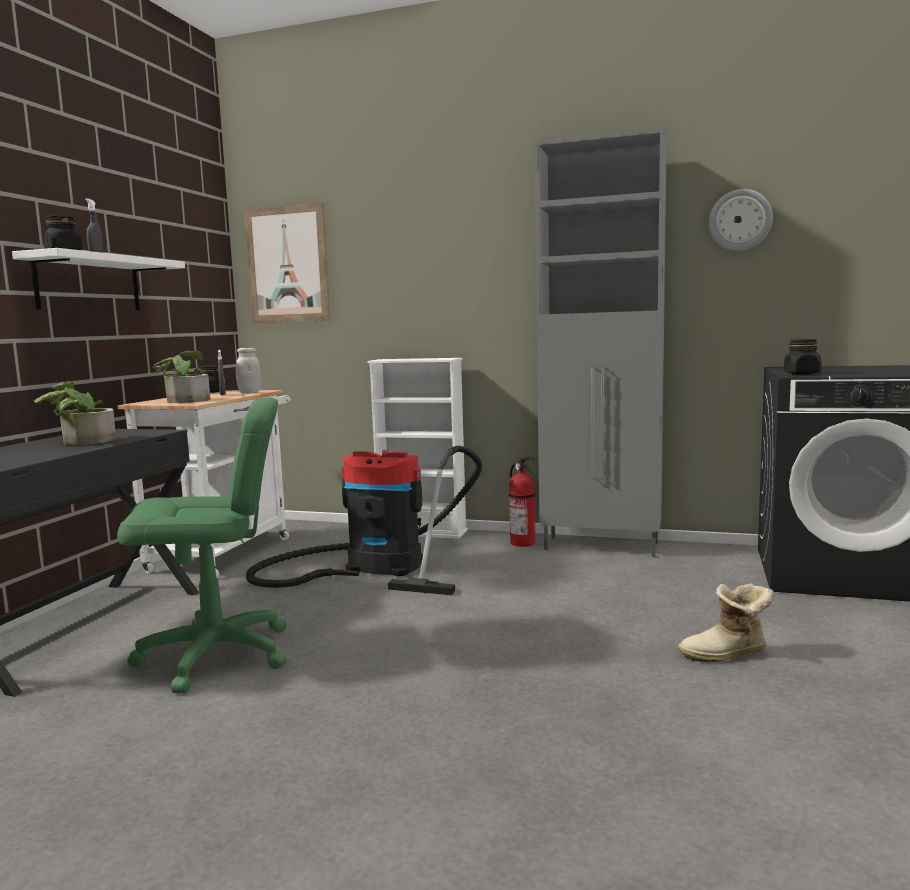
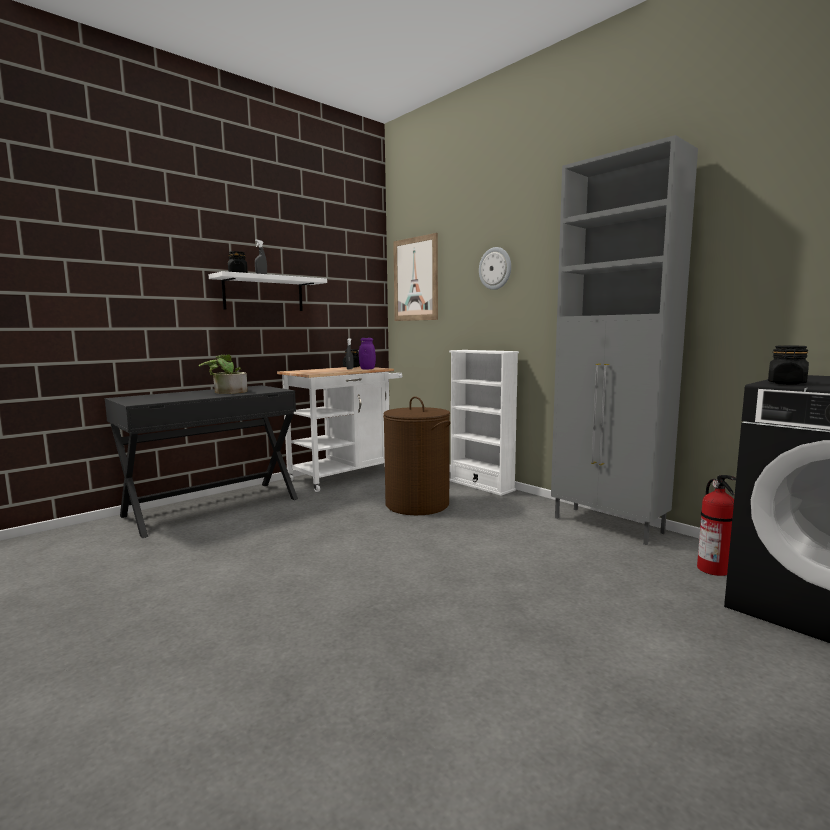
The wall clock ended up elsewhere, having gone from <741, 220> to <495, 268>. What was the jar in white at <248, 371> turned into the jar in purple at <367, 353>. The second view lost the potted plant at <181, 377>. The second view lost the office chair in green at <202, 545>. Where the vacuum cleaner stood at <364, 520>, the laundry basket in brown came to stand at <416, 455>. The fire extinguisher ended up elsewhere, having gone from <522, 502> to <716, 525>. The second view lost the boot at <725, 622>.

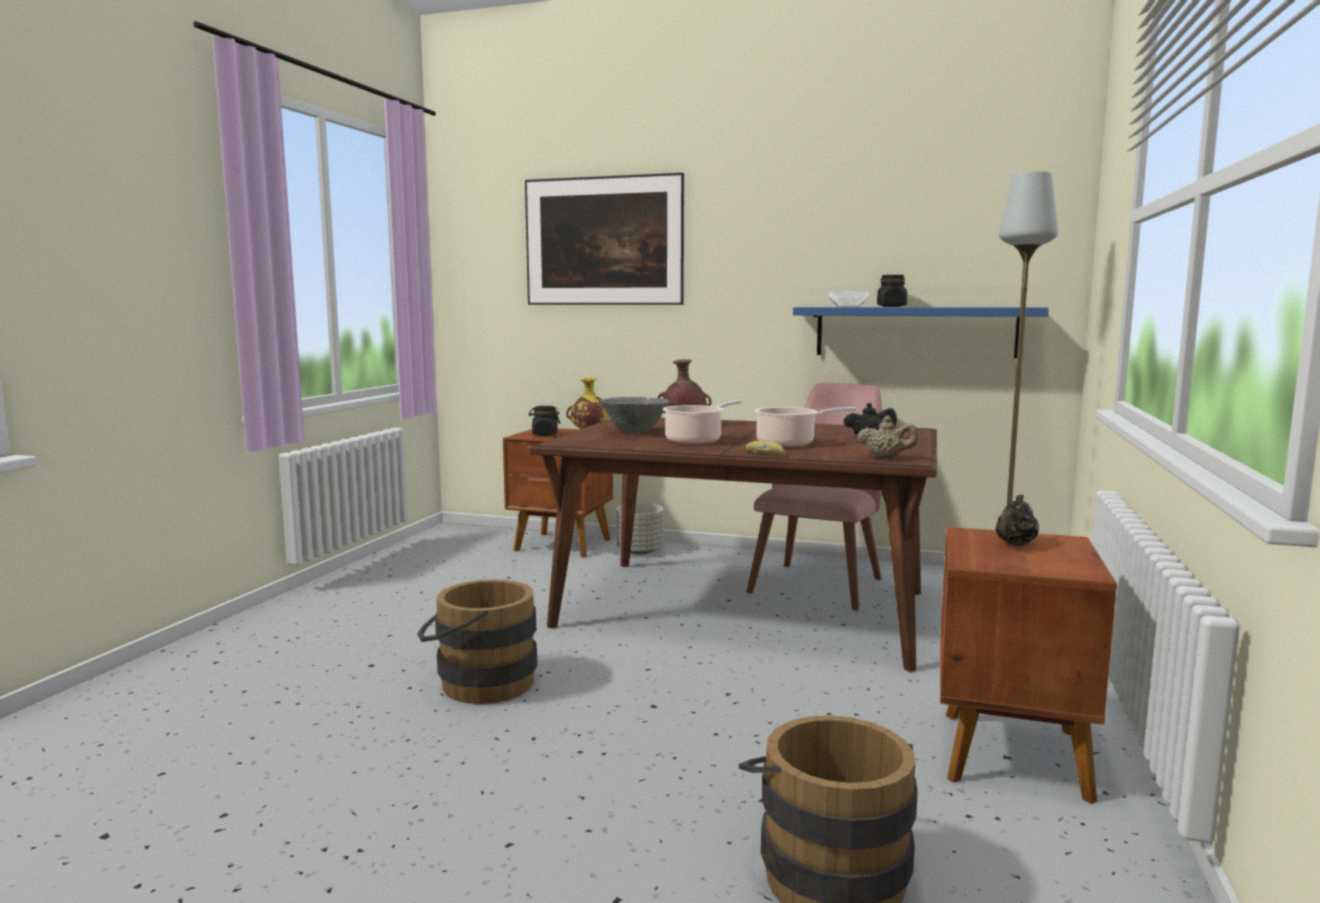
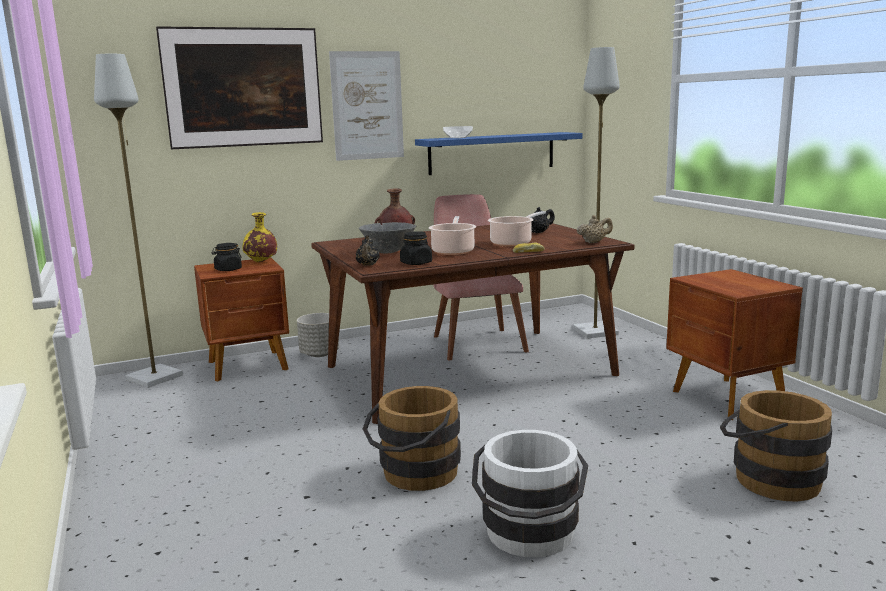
The jar in black ended up elsewhere, having gone from <892, 291> to <416, 248>. The teapot in black ended up elsewhere, having gone from <1017, 520> to <368, 250>. The second view gained the picture at <366, 106>. The second view gained the floor lamp in grey at <138, 221>. The second view gained the bucket in white at <530, 493>.

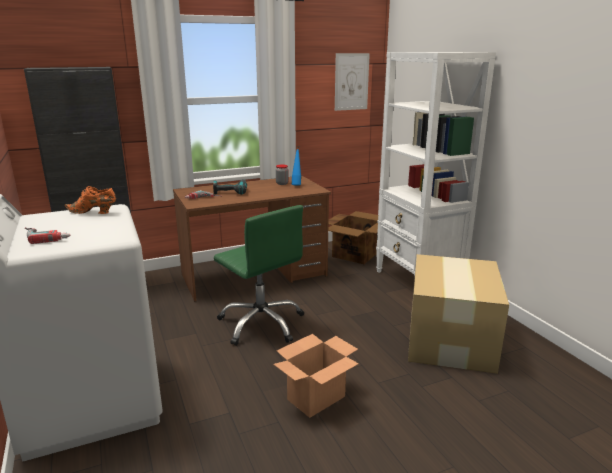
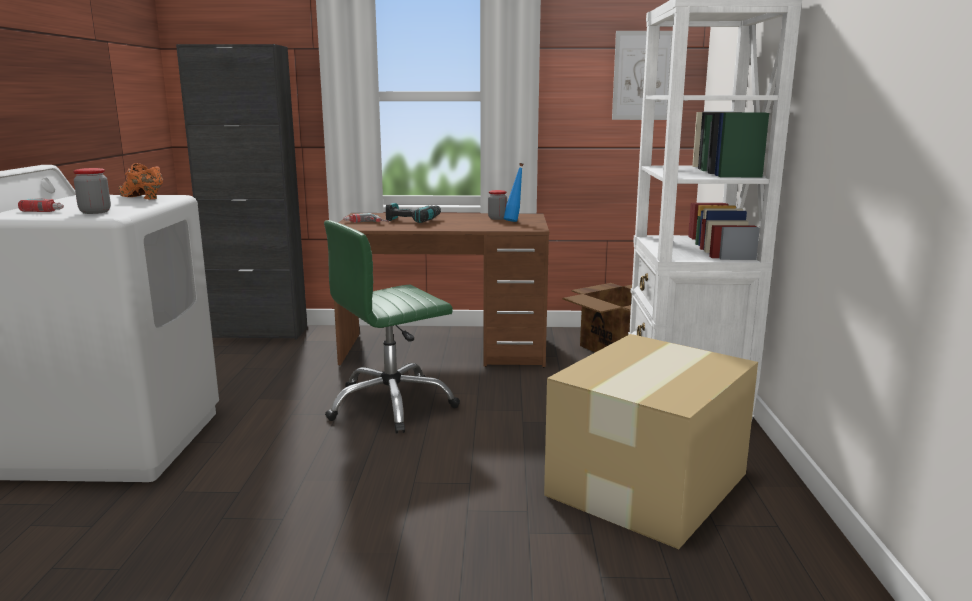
The office chair in green at <259, 275> ended up facing another way, 75 degrees clockwise from before. The second view lost the cardboard box at <316, 376>. The second view gained the jar at <92, 191>.

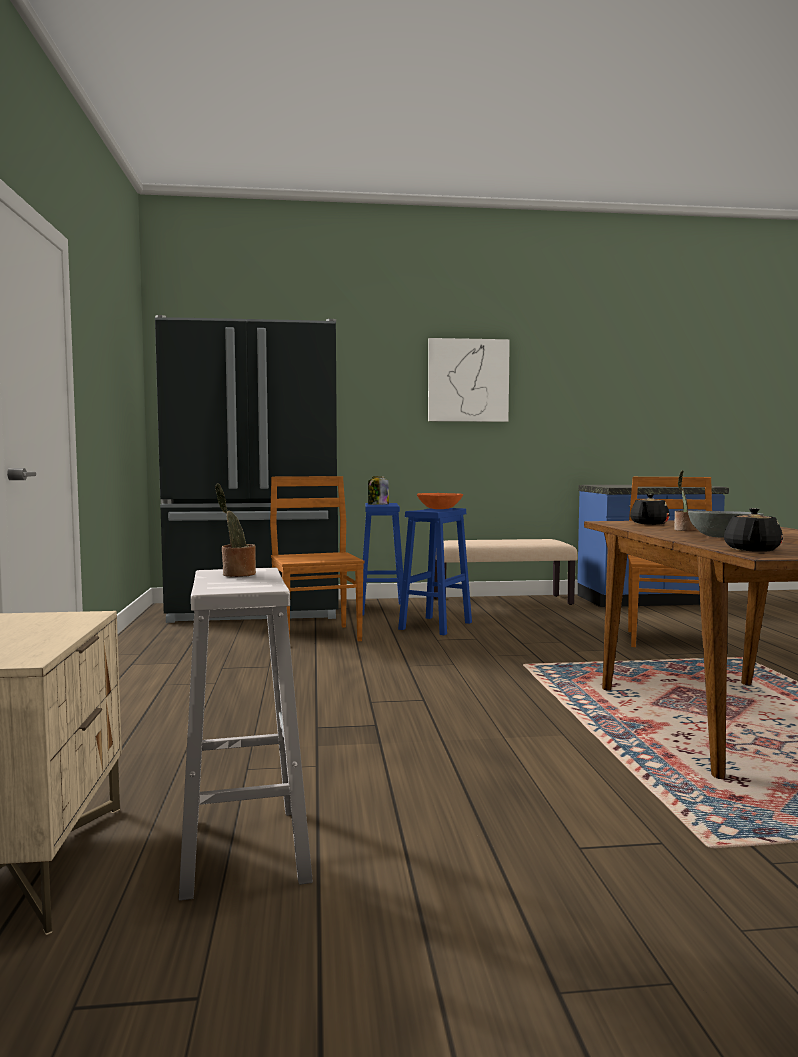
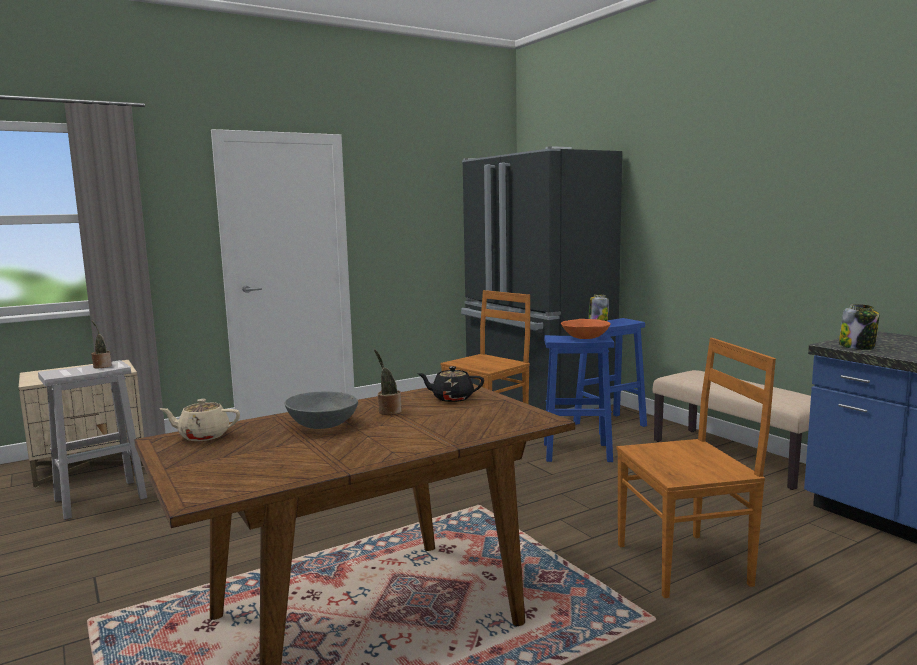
The second view lost the picture at <469, 380>. What was the teapot in black at <753, 530> turned into the teapot in beige at <200, 420>. The second view gained the jar at <859, 327>.

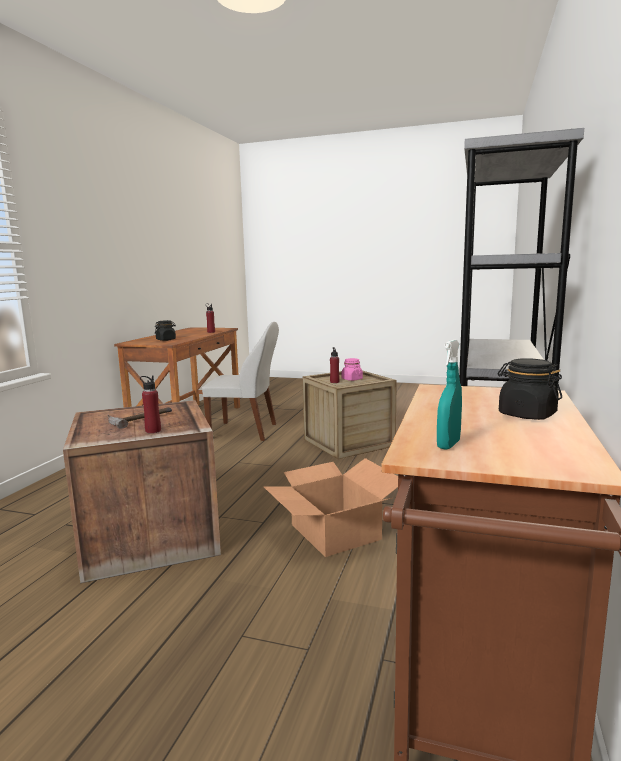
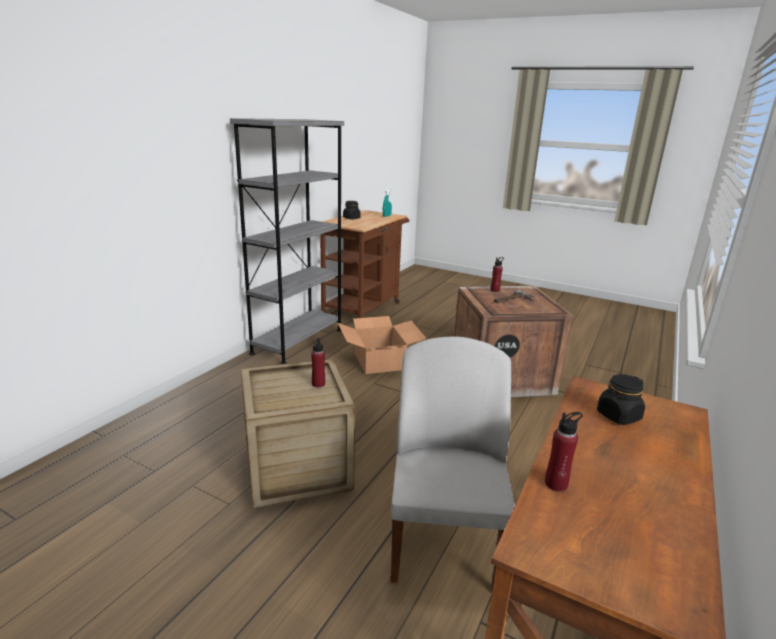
The chair in white at <240, 381> ended up facing another way, 75 degrees clockwise from before. The second view lost the jar in pink at <352, 369>.

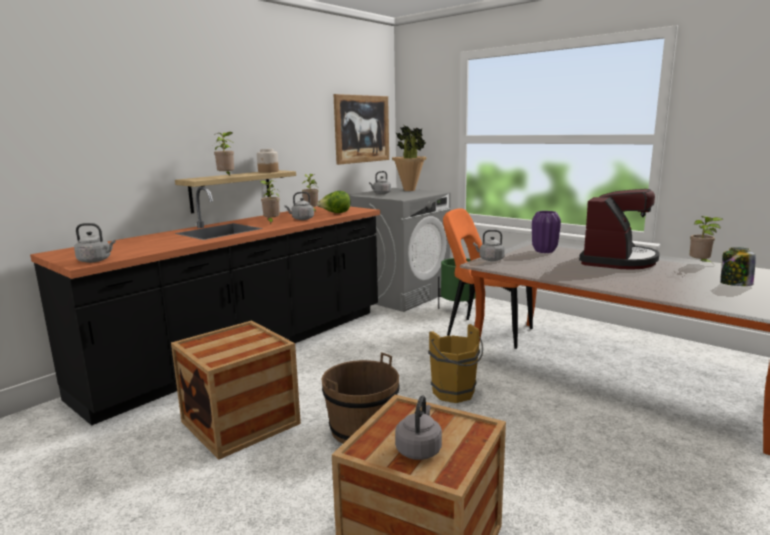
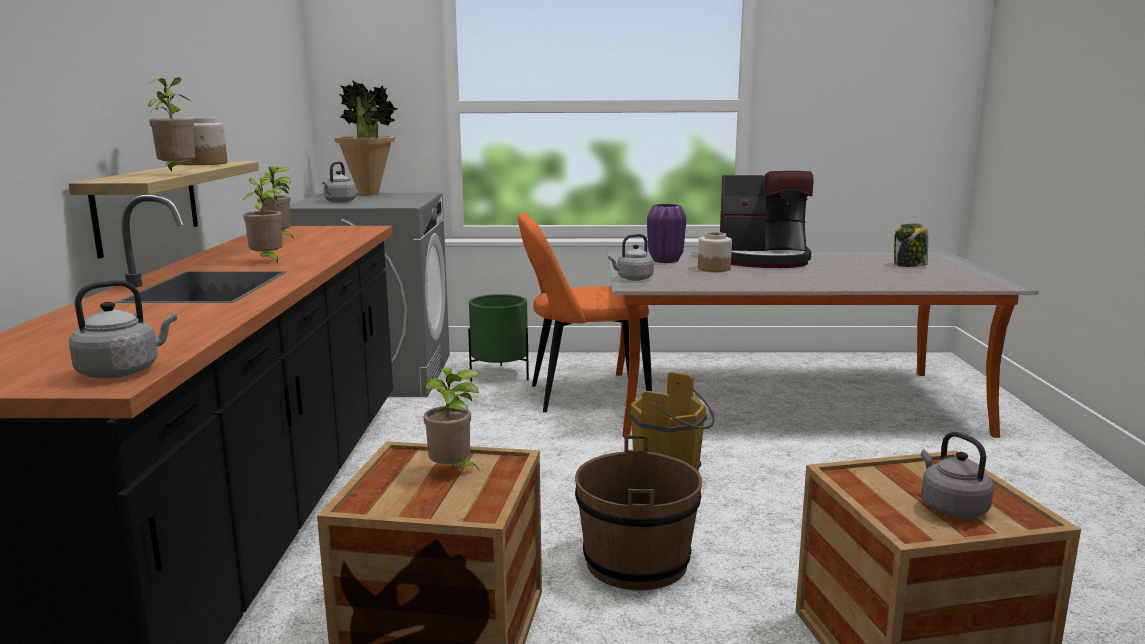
The second view lost the picture at <361, 129>. The coffee machine at <619, 229> ended up facing another way, 105 degrees clockwise from before. The second view lost the lettuce at <333, 202>. The second view lost the kettle in grey at <299, 206>. The potted plant ended up elsewhere, having gone from <706, 239> to <452, 419>. The second view gained the jar at <715, 252>.

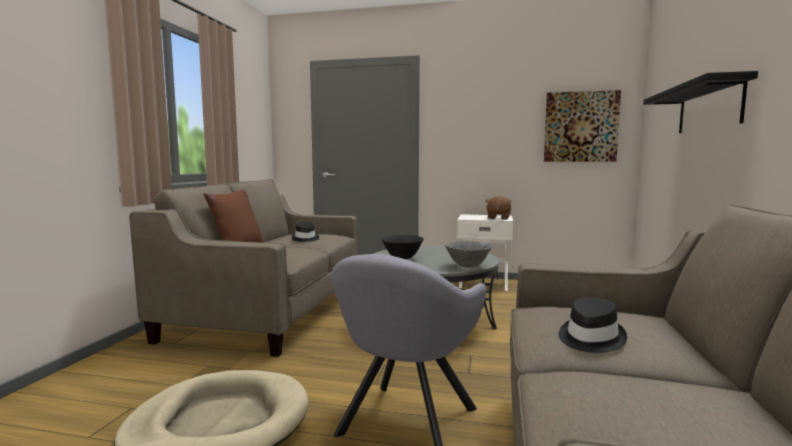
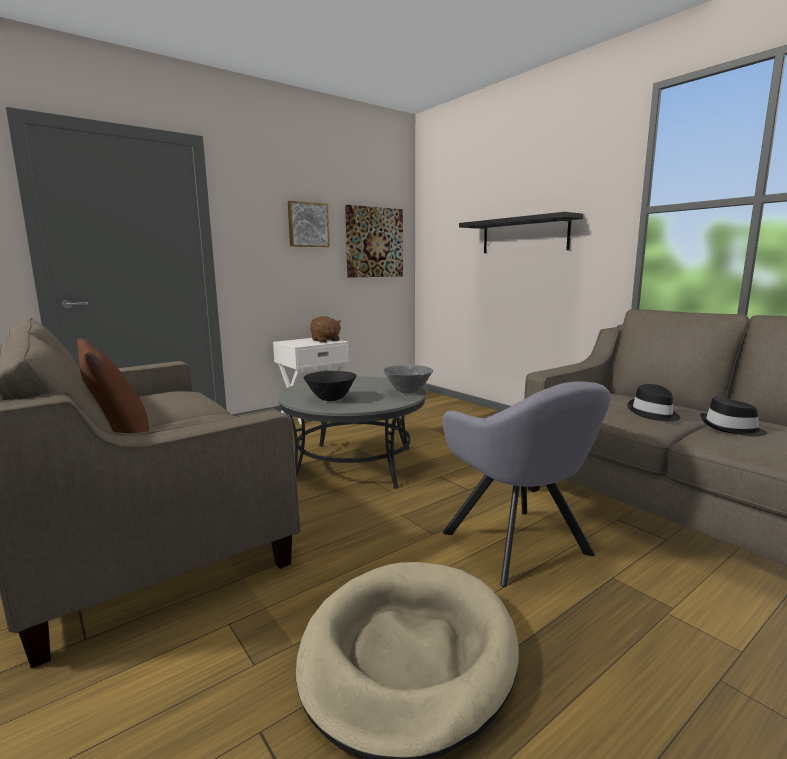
The hat in black ended up elsewhere, having gone from <305, 232> to <733, 416>. The second view gained the picture at <309, 224>.

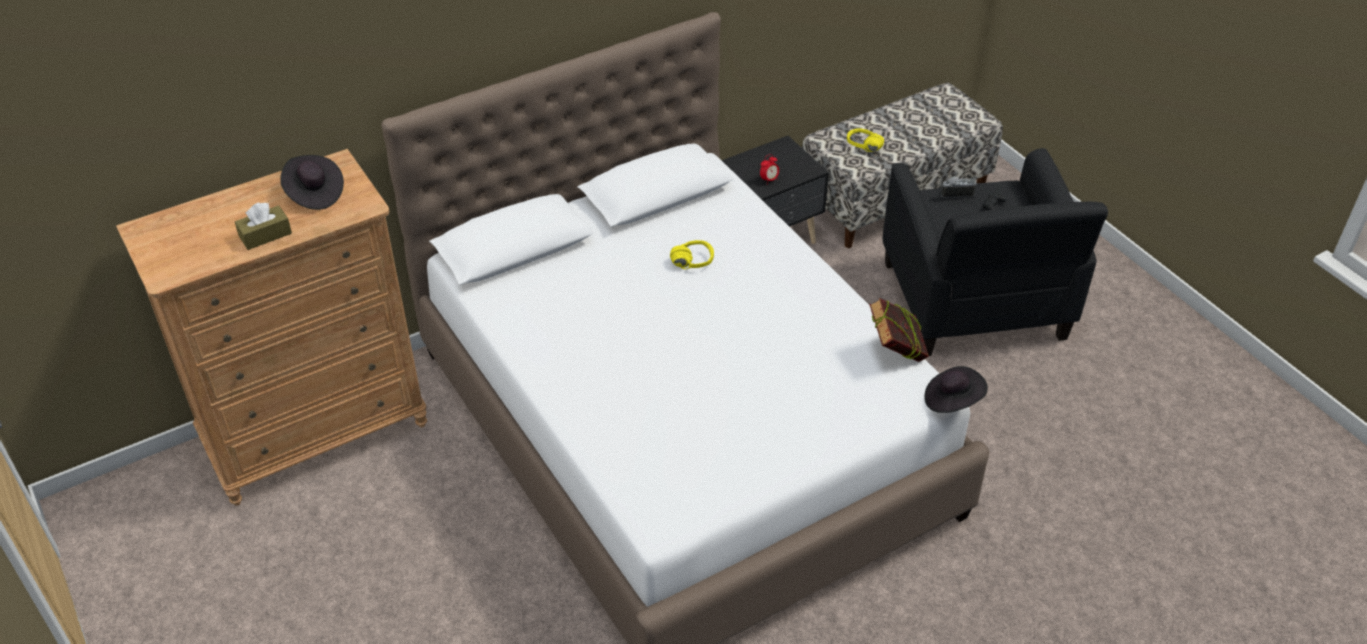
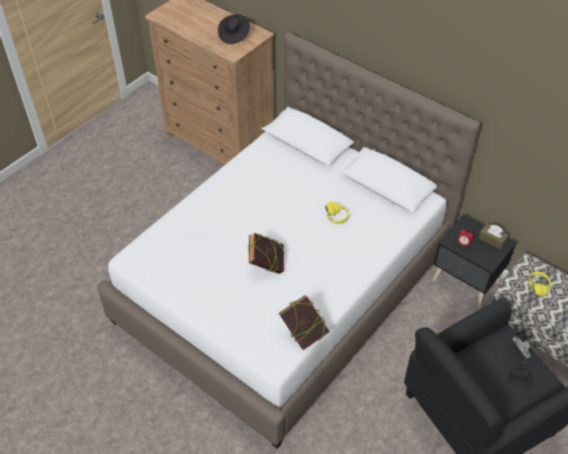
The tissue box in brown ended up elsewhere, having gone from <263, 226> to <494, 237>. The second view lost the hat in black at <956, 389>. The second view gained the book at <266, 253>.

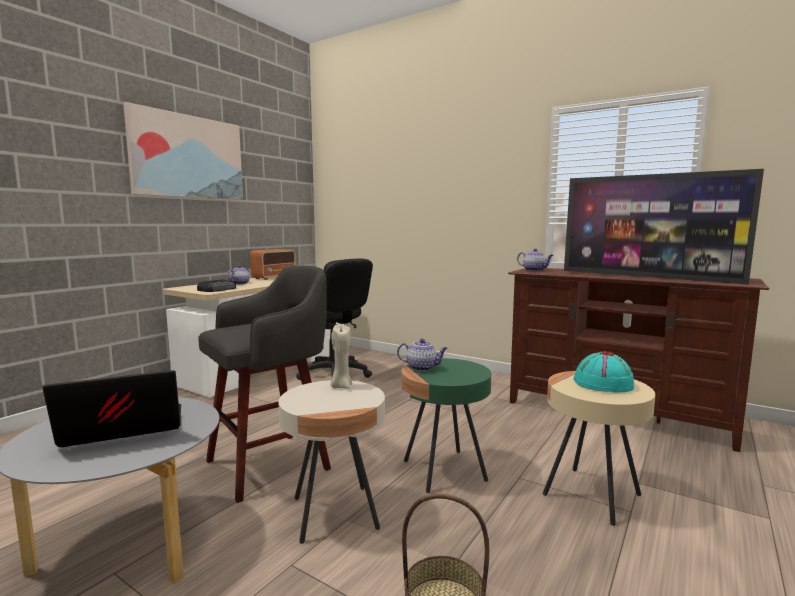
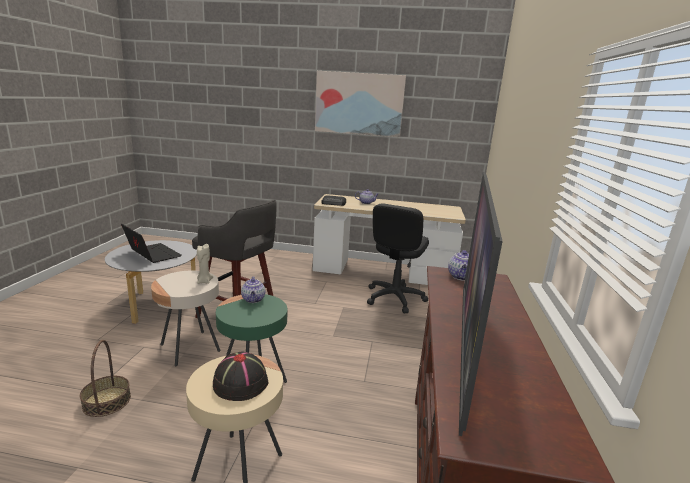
The second view lost the radio at <273, 264>. What was the hat in turquoise at <603, 372> turned into the hat in black at <240, 376>.

